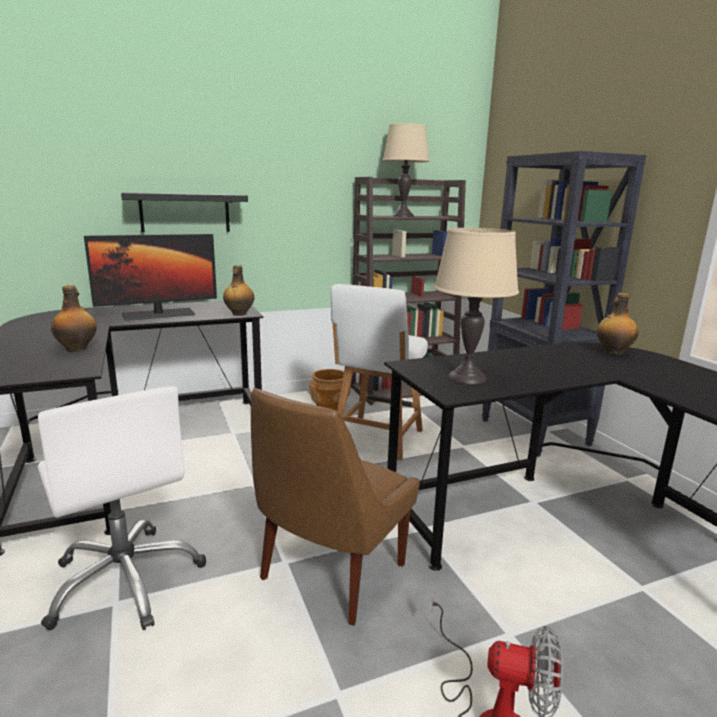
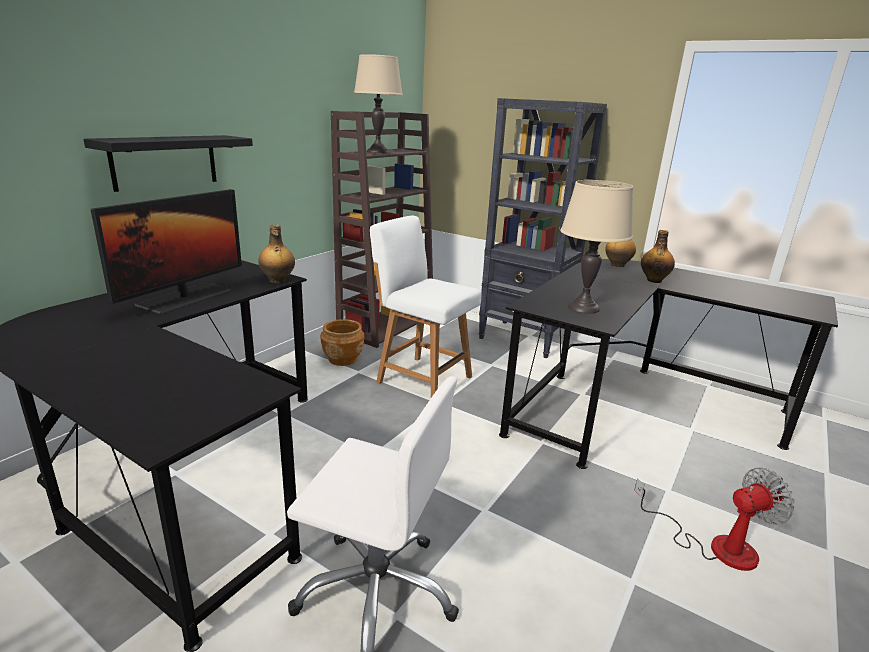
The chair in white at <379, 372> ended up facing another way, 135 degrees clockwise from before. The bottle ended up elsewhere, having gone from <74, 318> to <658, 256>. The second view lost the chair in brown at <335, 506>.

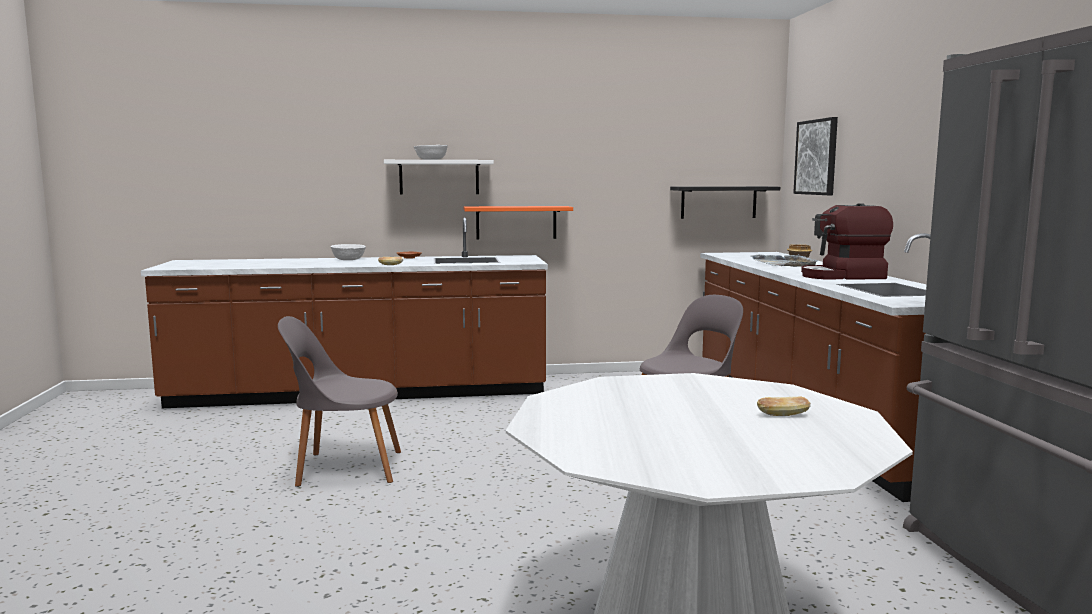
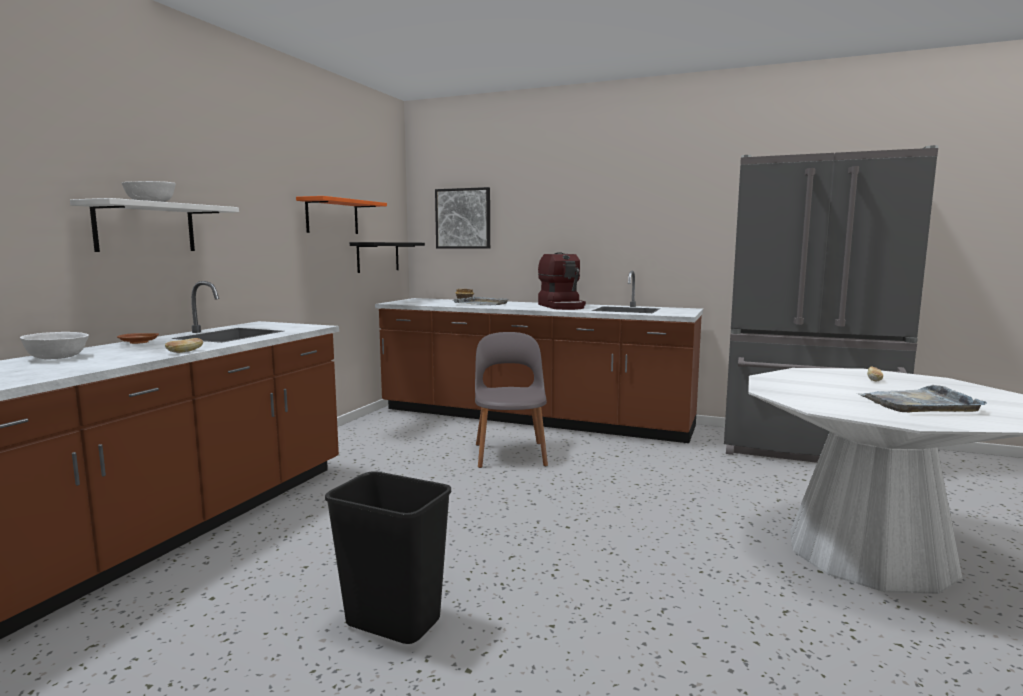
The coffee machine at <847, 241> ended up facing another way, 45 degrees counterclockwise from before. The shelf in orange ended up elsewhere, having gone from <518, 223> to <341, 215>. Where the chair in grey stood at <339, 401>, the trash can in black came to stand at <388, 557>. The second view gained the tray in grey at <922, 399>.

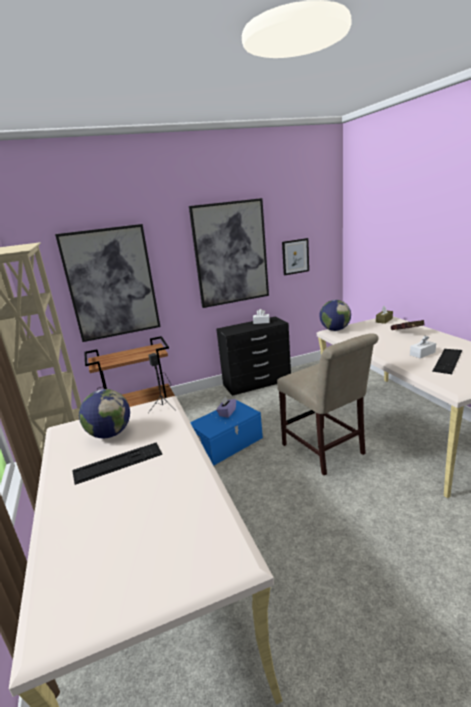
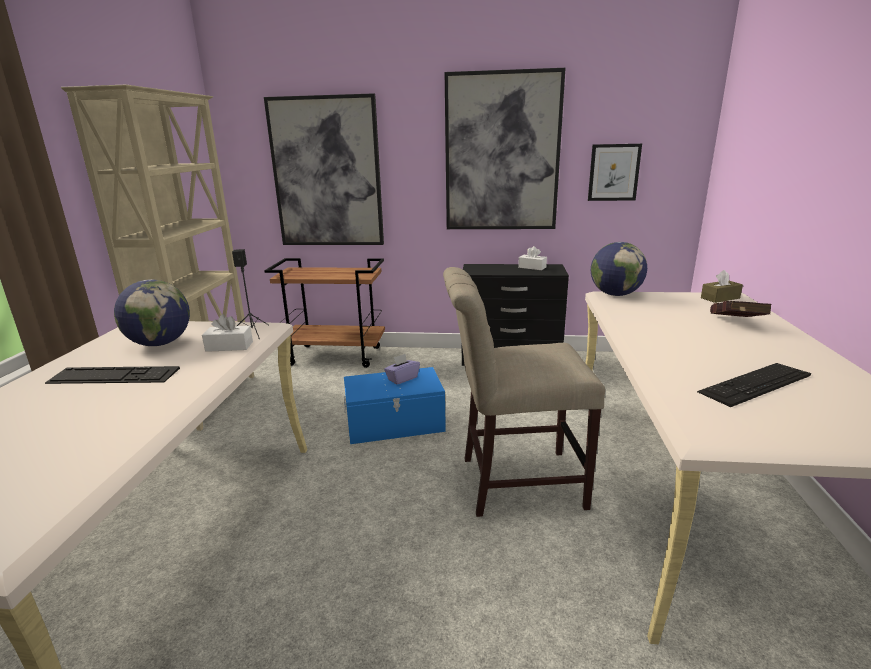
The chair in beige at <327, 404> ended up facing another way, 90 degrees clockwise from before. The tissue box in white ended up elsewhere, having gone from <423, 346> to <227, 333>.

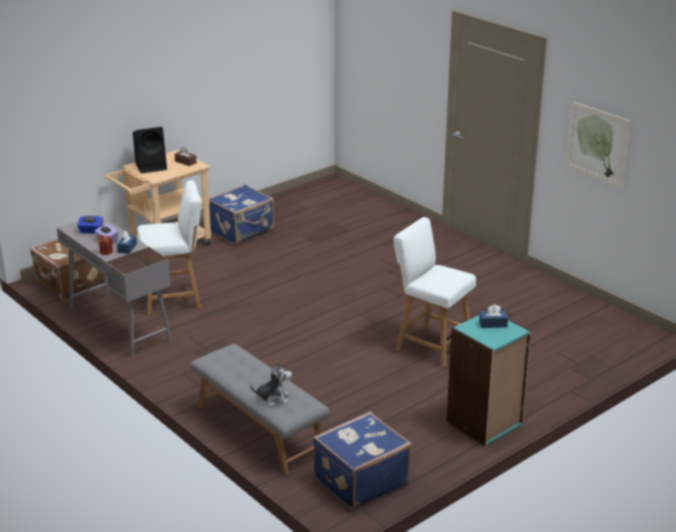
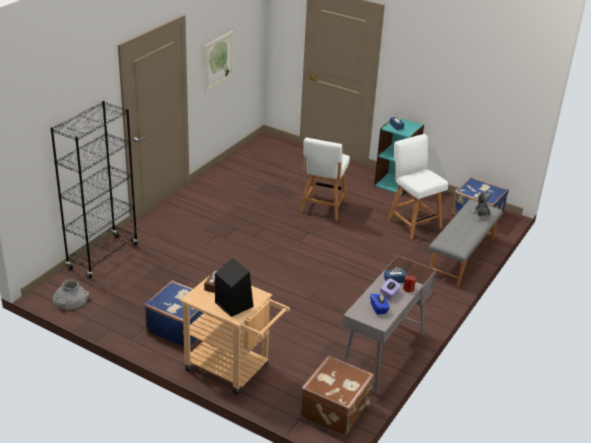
The chair in white ended up elsewhere, having gone from <169, 247> to <417, 186>. The second view gained the bookcase in black at <94, 189>. The second view gained the vase in grey at <71, 295>.

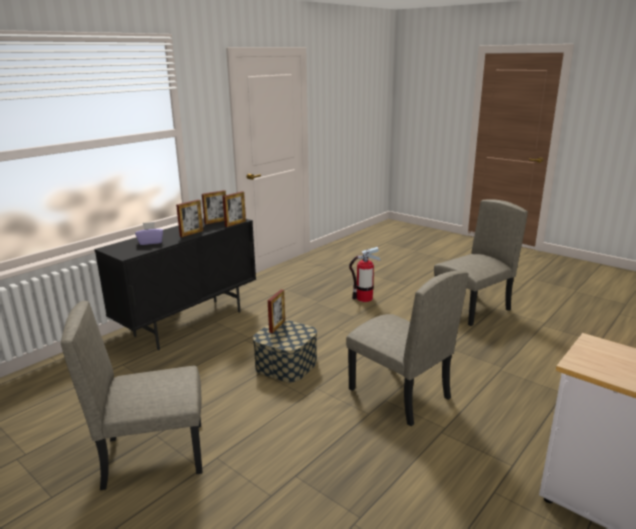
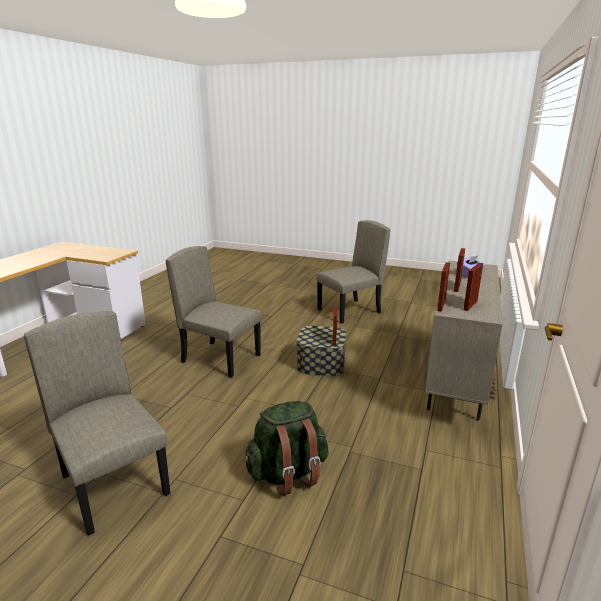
The chair in beige at <481, 262> ended up facing another way, 105 degrees clockwise from before. What was the cabinet in black at <175, 284> turned into the cabinet in beige at <464, 341>. Where the fire extinguisher stood at <365, 274>, the backpack in green came to stand at <286, 448>.

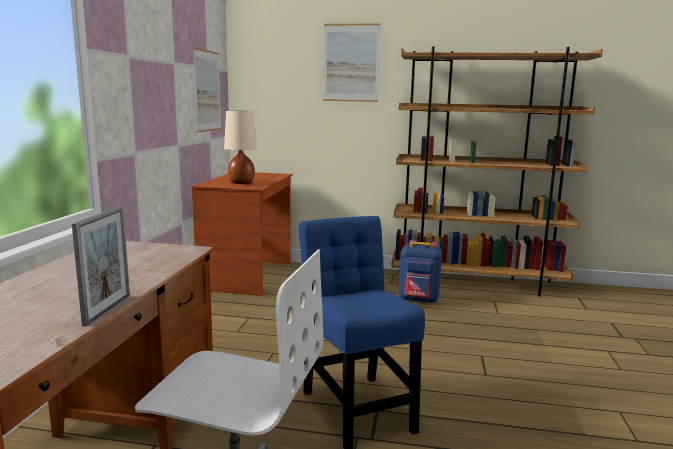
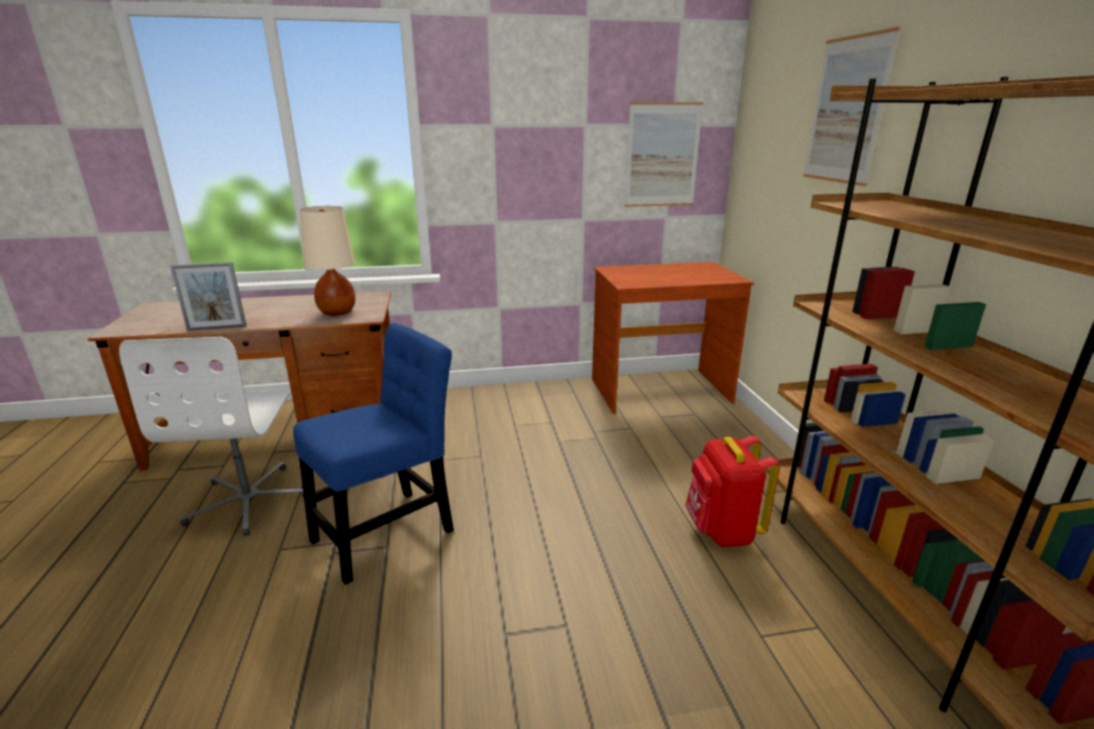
The table lamp in beige ended up elsewhere, having gone from <240, 147> to <327, 261>. What was the backpack in blue at <420, 271> turned into the backpack in red at <732, 491>.

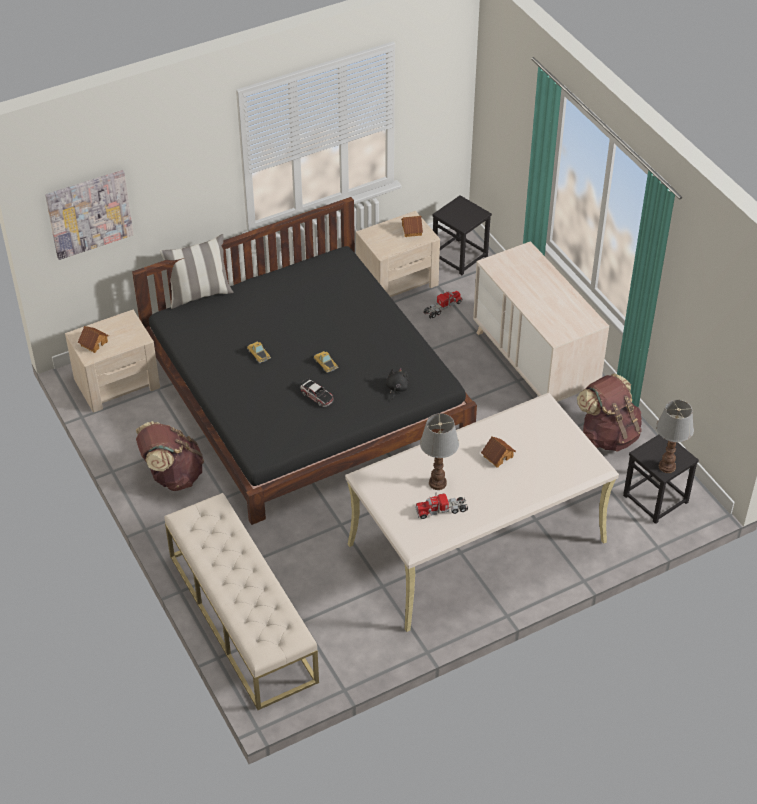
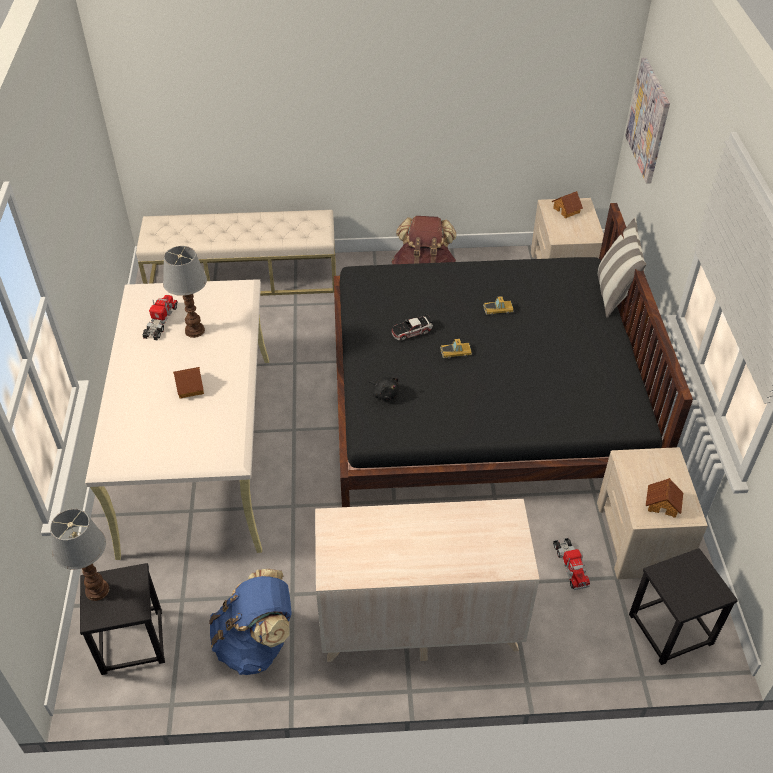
What was the backpack in brown at <609, 412> turned into the backpack in blue at <250, 622>.

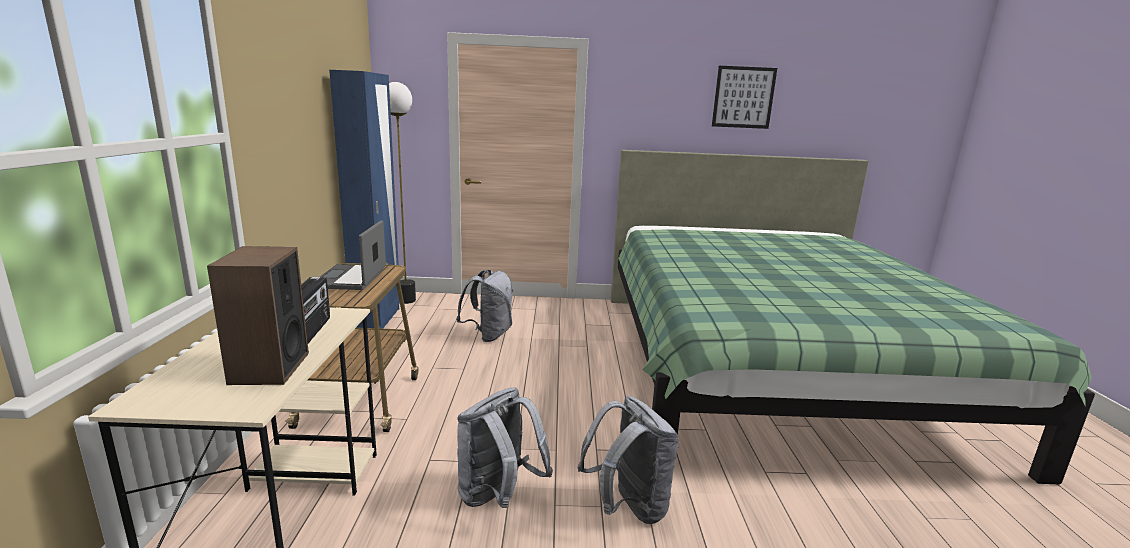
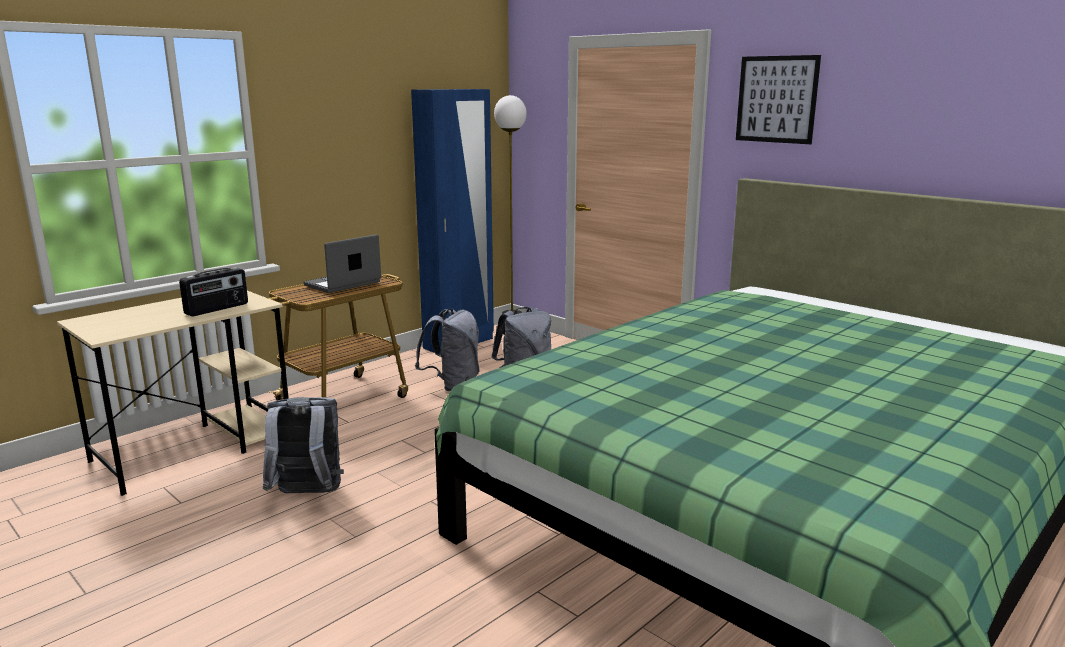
The picture ended up elsewhere, having gone from <744, 97> to <778, 99>. The second view lost the speaker at <258, 315>. The backpack in grey ended up elsewhere, having gone from <628, 460> to <447, 350>.

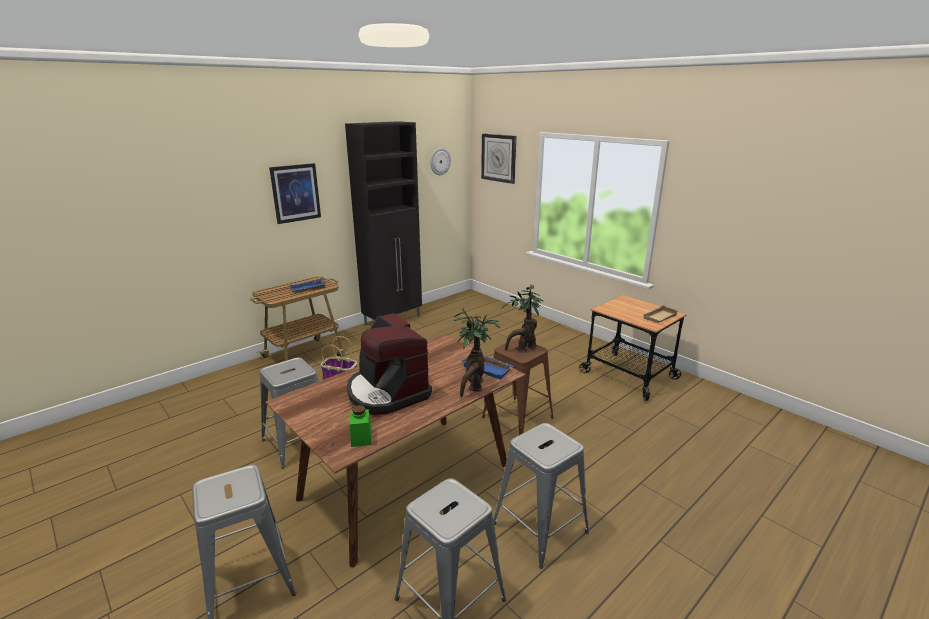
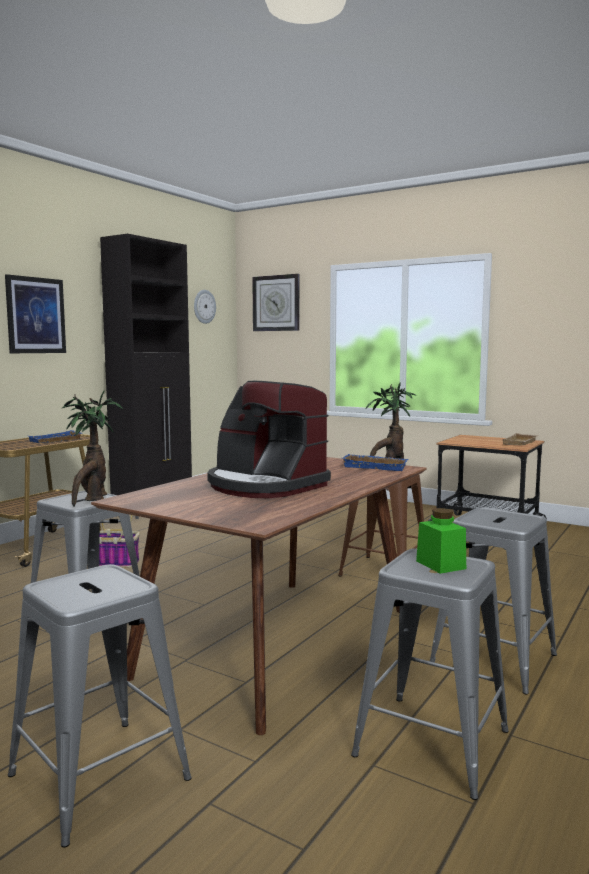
The potted plant ended up elsewhere, having gone from <477, 353> to <92, 448>. The jar in green ended up elsewhere, having gone from <361, 426> to <441, 541>.

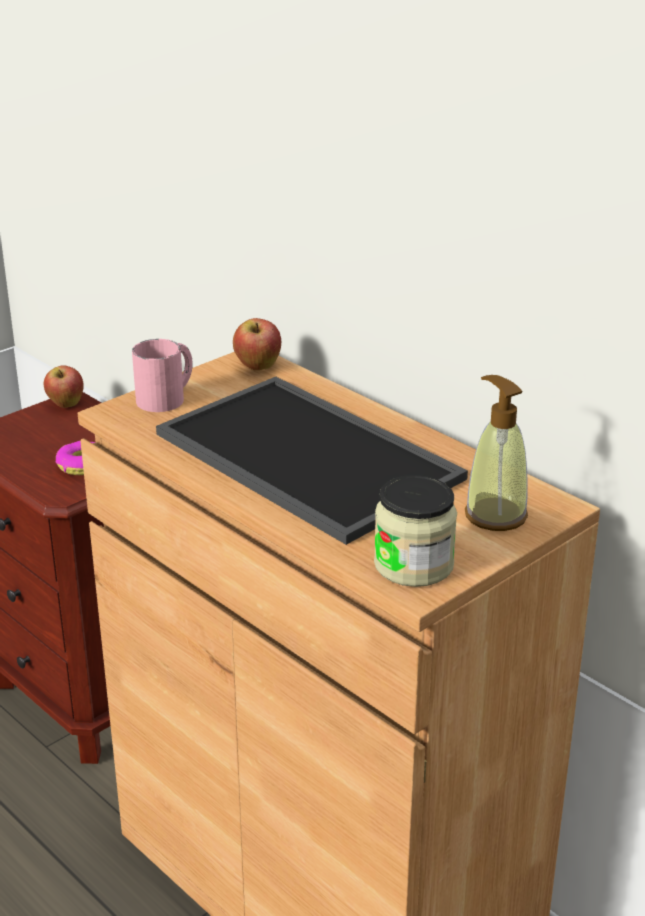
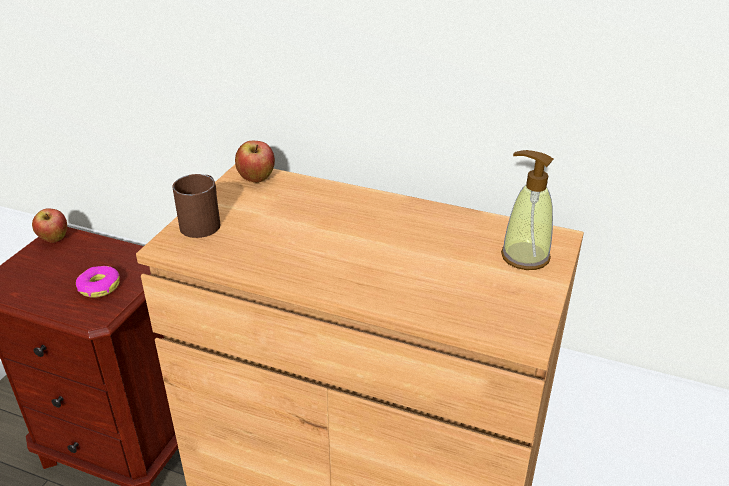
What was the mug in pink at <162, 375> turned into the mug in brown at <196, 206>. The second view lost the tray at <312, 461>. The second view lost the jar at <415, 531>.

